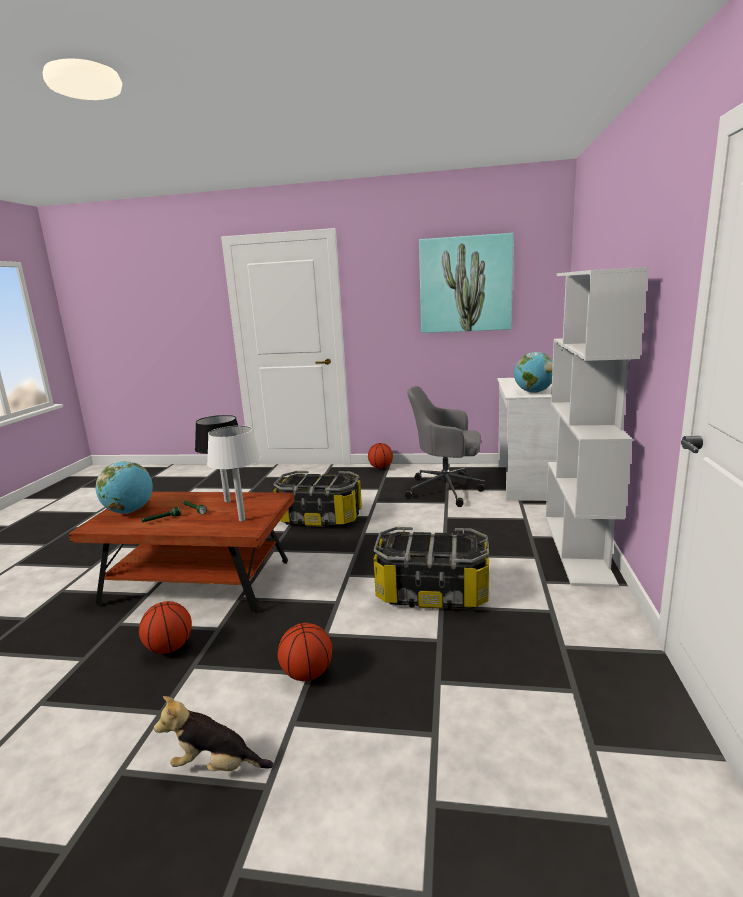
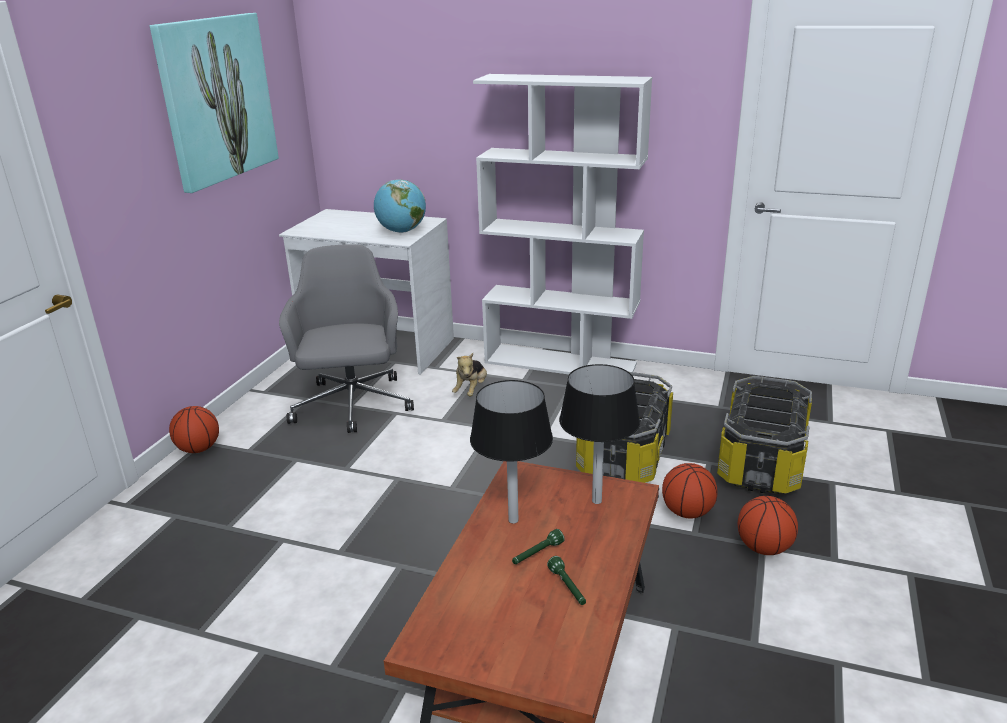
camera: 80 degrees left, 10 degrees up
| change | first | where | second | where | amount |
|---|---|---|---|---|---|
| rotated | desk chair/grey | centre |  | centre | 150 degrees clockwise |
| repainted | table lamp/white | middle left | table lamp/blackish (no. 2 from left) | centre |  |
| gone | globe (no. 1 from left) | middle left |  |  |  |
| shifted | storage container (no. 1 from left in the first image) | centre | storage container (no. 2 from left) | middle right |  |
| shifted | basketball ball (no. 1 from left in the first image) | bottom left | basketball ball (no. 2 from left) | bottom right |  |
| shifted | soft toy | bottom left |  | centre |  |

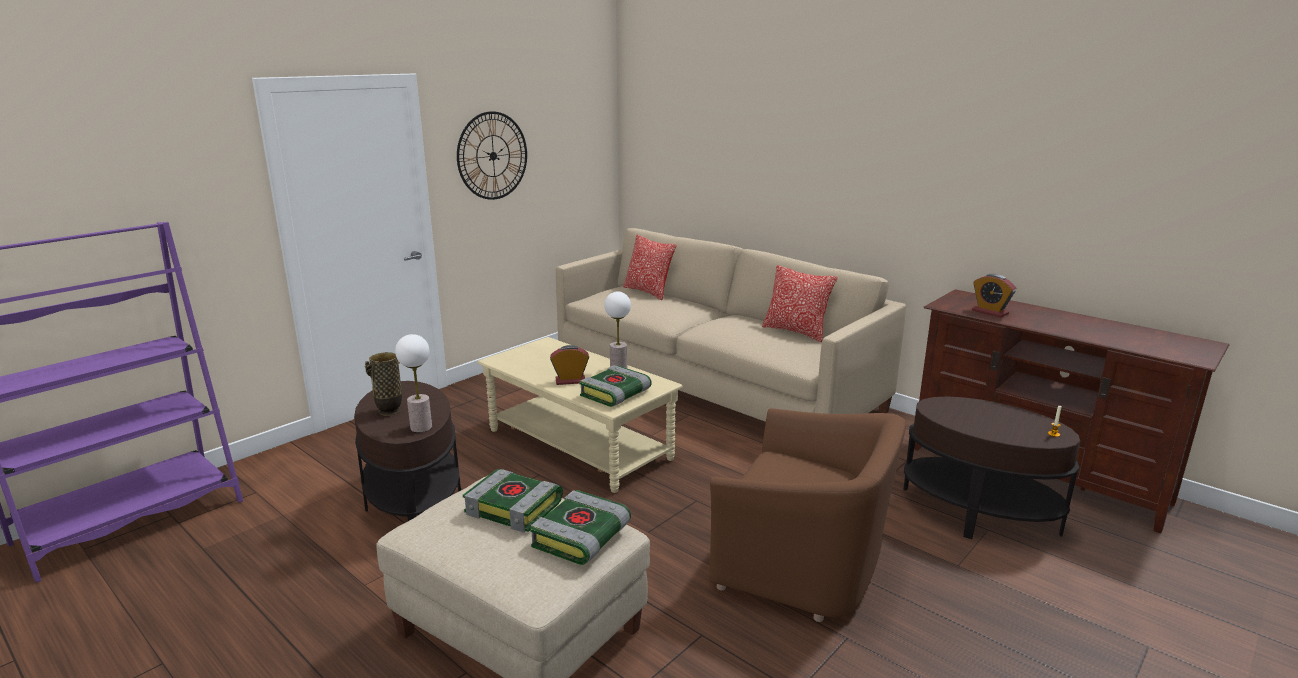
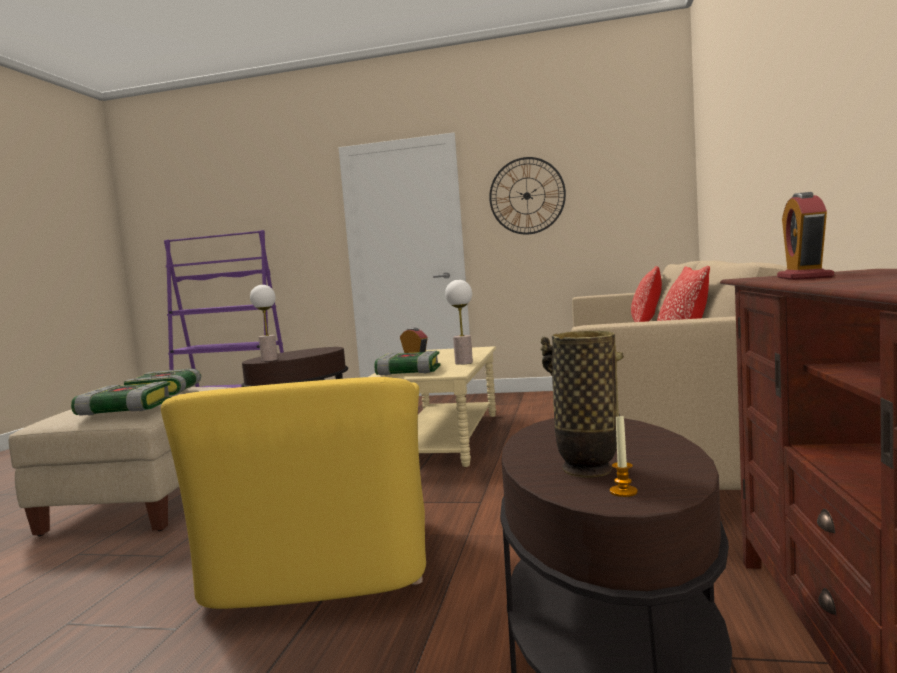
camera: 60 degrees right, 15 degrees down
| change | first | where | second | where | amount |
|---|---|---|---|---|---|
| shifted | vase | middle left |  | centre |  |
| repainted | lounge chair/brownish | bottom centre | lounge chair/yellow-coloured | bottom left |  |

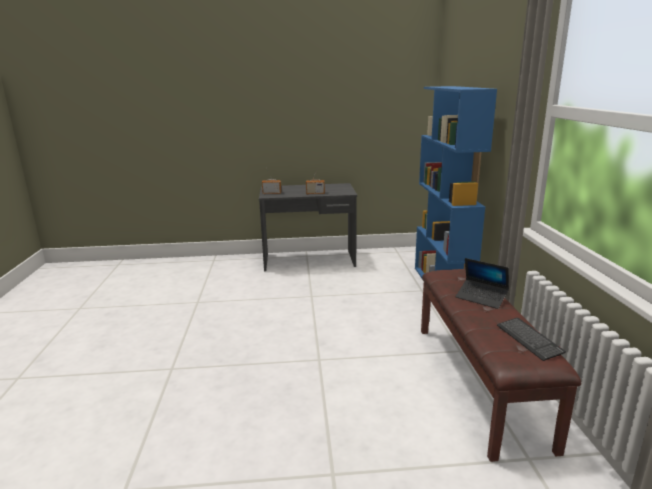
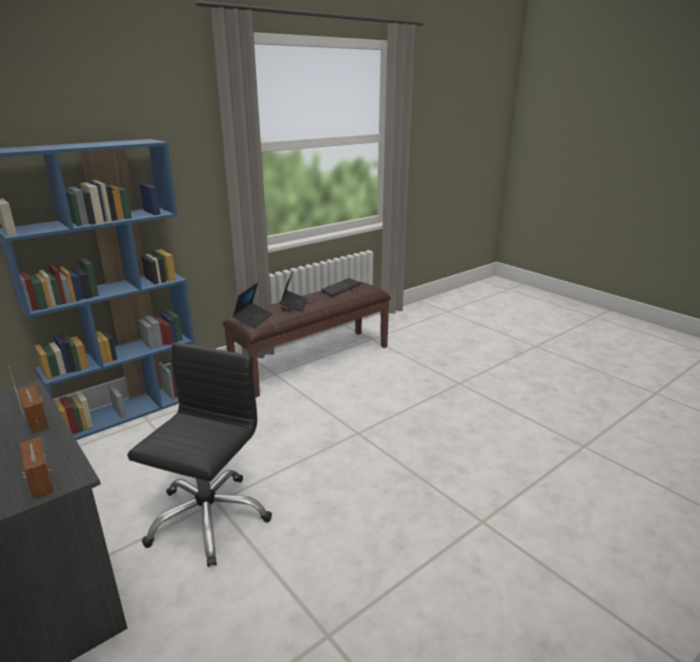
camera: 125 degrees left, 5 degrees up
| change | first | where | second | where | amount |
|---|---|---|---|---|---|
| new |  |  | notebook computer (no. 1 from left) | centre |  |
| new |  |  | desk chair/blackish | bottom left |  |

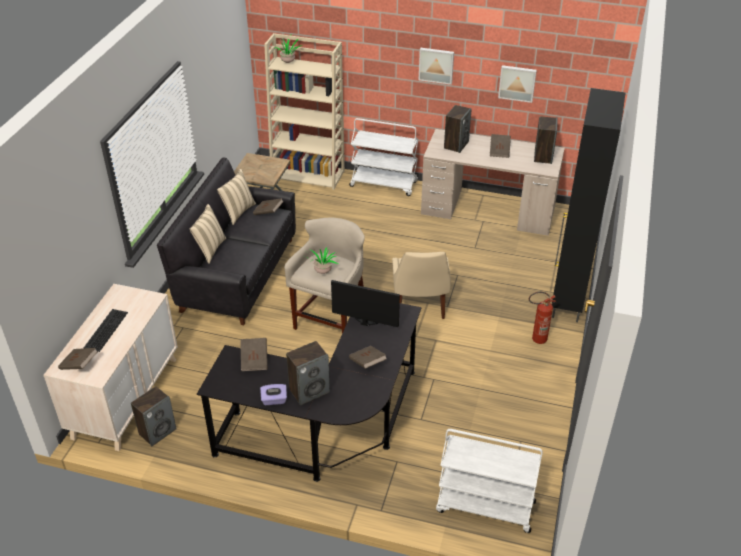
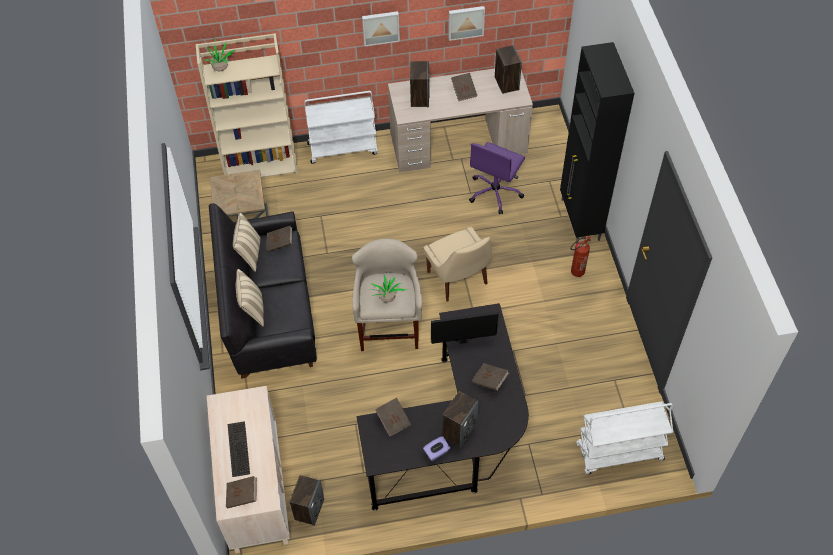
camera: 25 degrees left, 15 degrees up
| change | first | where | second | where | amount |
|---|---|---|---|---|---|
| new |  |  | desk chair/purple-coloured | top centre |  |

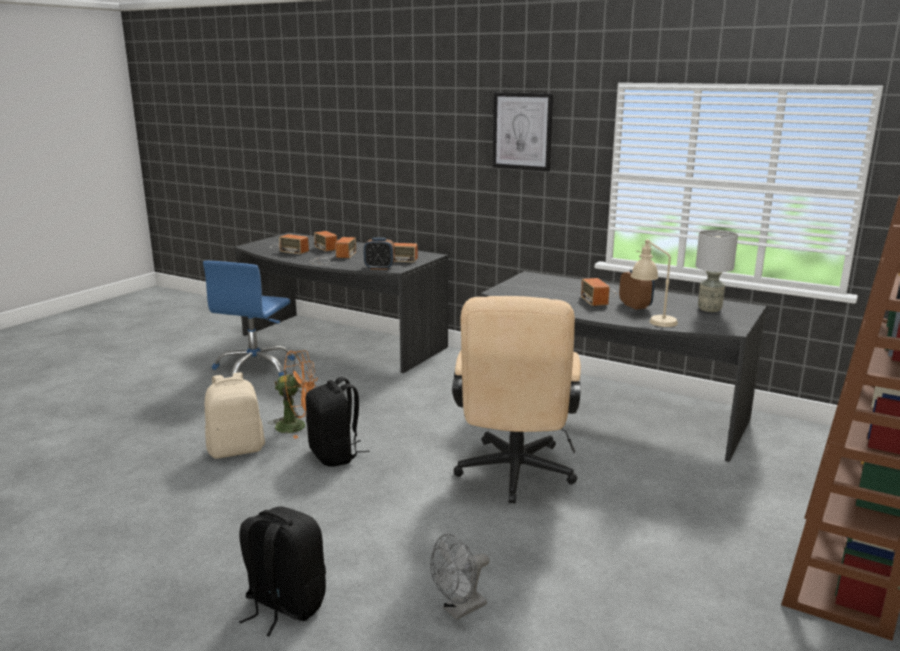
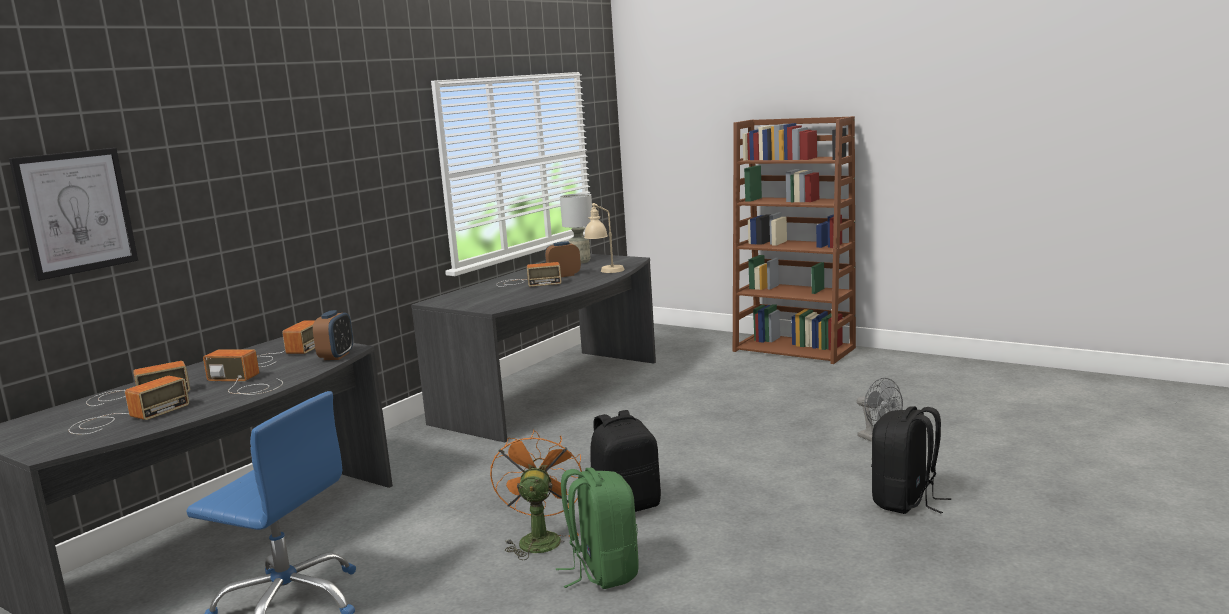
camera: 85 degrees left, 5 degrees down
| change | first | where | second | where | amount |
|---|---|---|---|---|---|
| shifted | picture | top centre |  | middle left |  |
| gone | desk chair/sand-coloured | centre |  |  |  |
| repainted | rucksack/sand-coloured | middle left | rucksack/green-coloured | bottom centre |  |

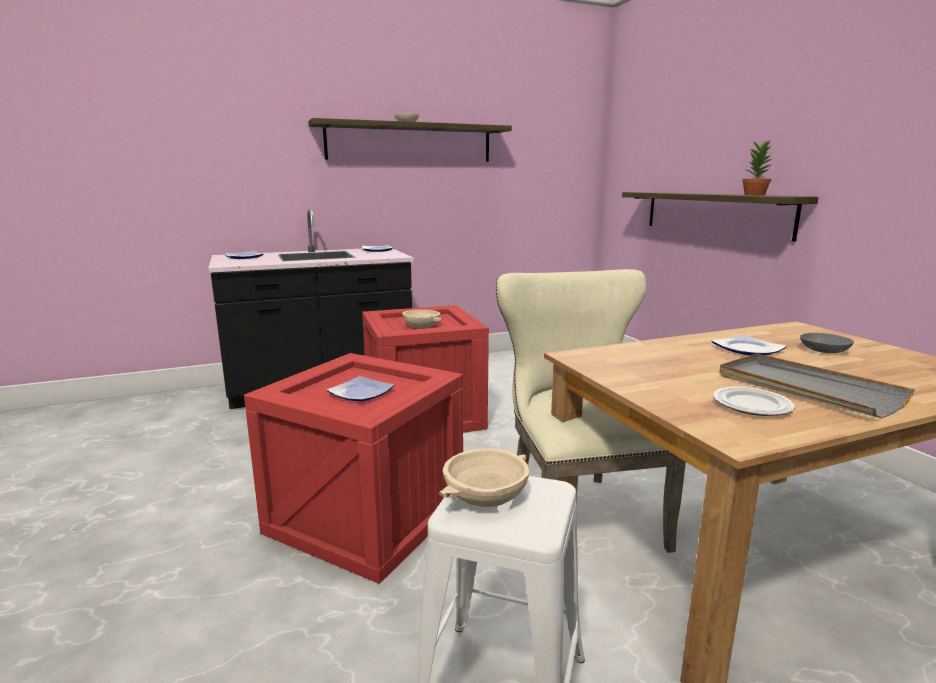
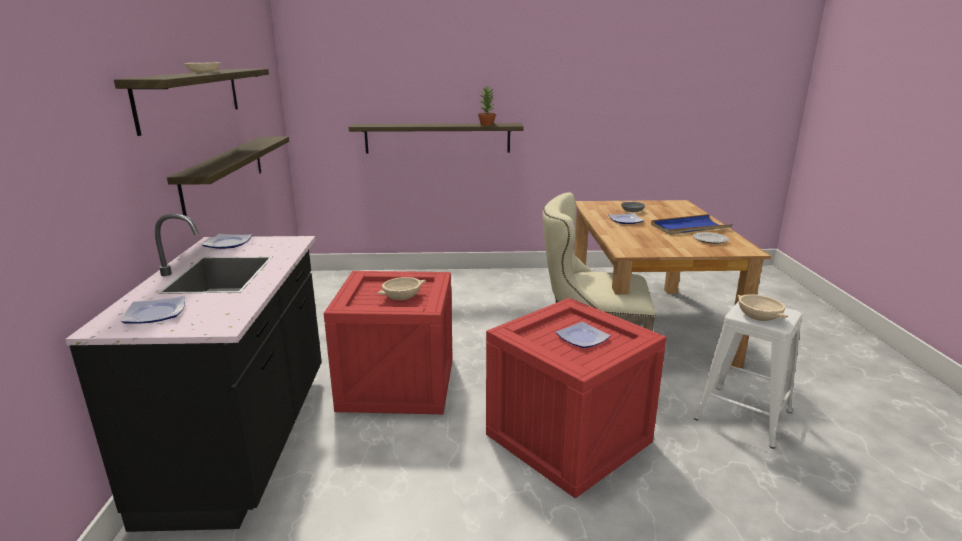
camera: 70 degrees left, 5 degrees up
| change | first | where | second | where | amount |
|---|---|---|---|---|---|
| repainted | carrying tray/grey | middle right | carrying tray/blue-coloured | middle right |  |
| new |  |  | shelf (no. 2 from left) | top left |  |

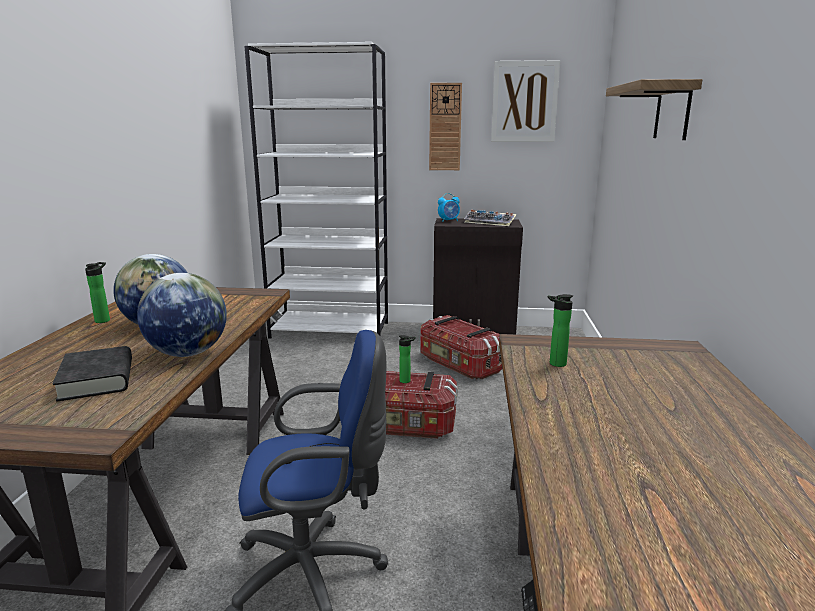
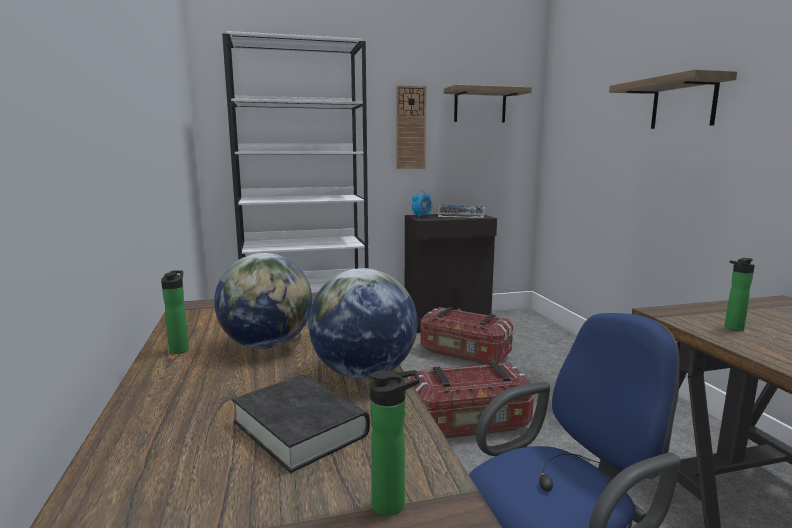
camera: 20 degrees left, 5 degrees down
| change | first | where | second | where | amount |
|---|---|---|---|---|---|
| swapped | picture | top centre | shelf (no. 1 from left) | top centre |  |
| shifted | beverage bottle (no. 2 from left) | centre |  | bottom centre |  |

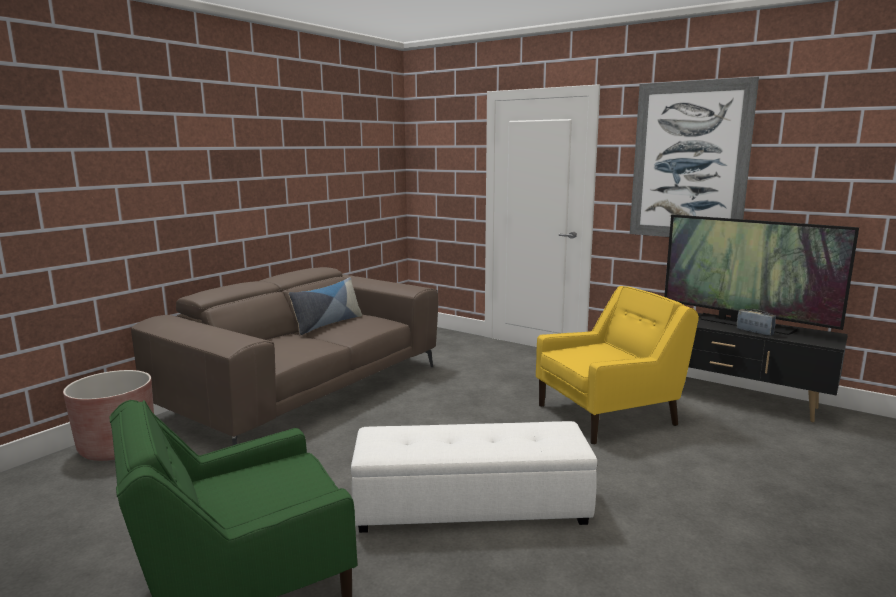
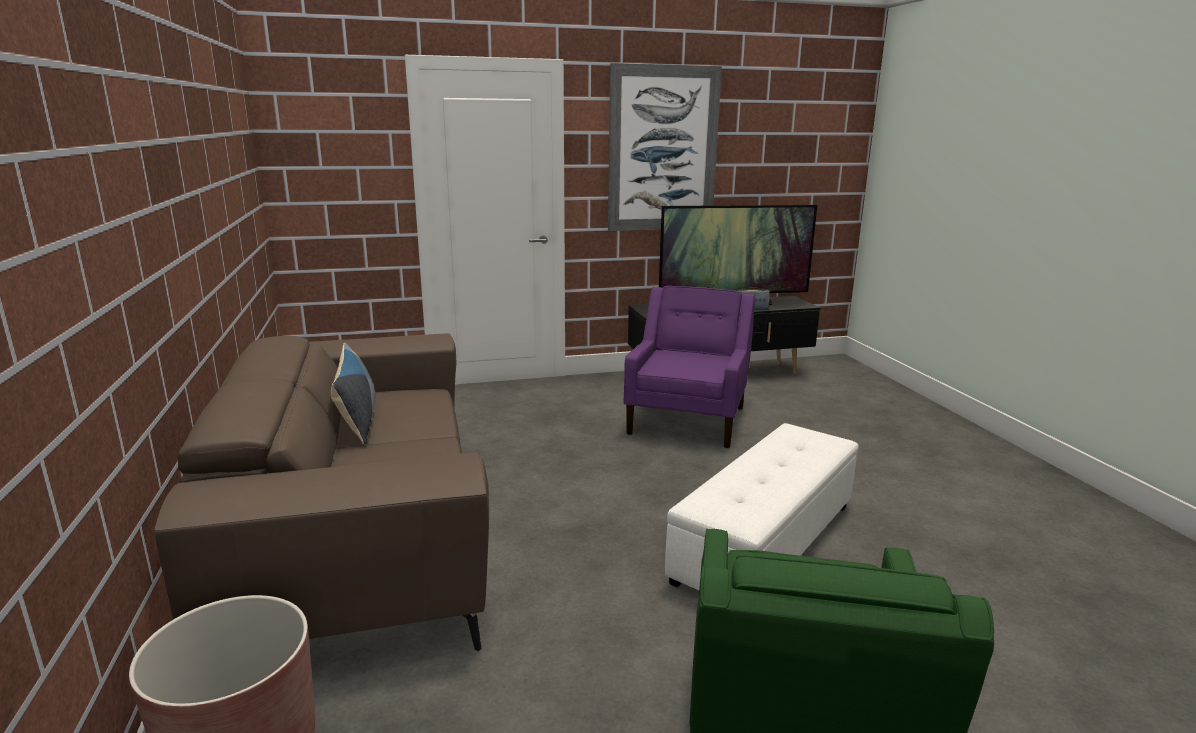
camera: 50 degrees left, 5 degrees up
| change | first | where | second | where | amount |
|---|---|---|---|---|---|
| repainted | lounge chair/yellow-coloured | middle right | lounge chair/purple-coloured | centre |  |

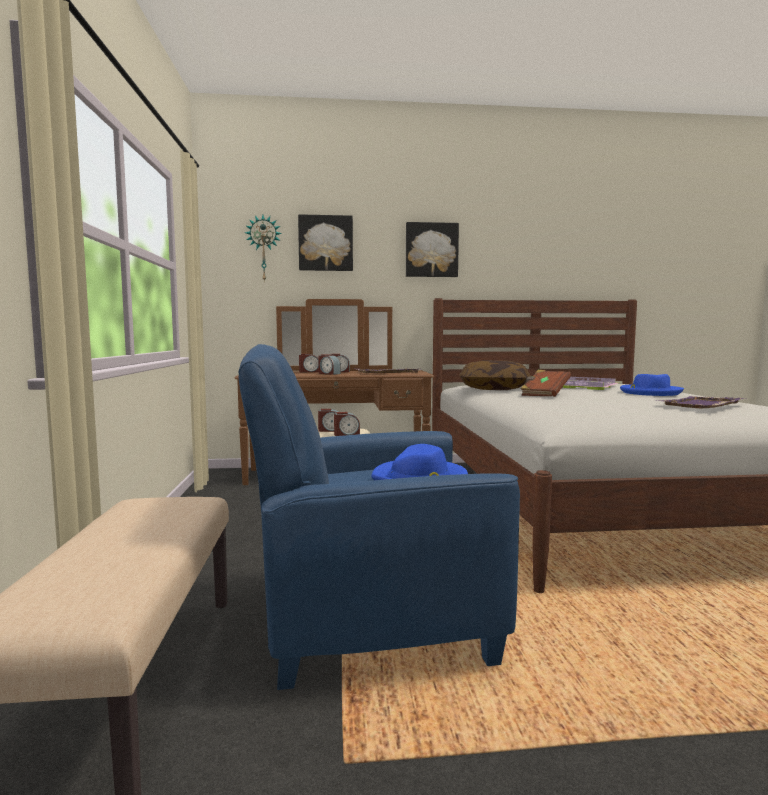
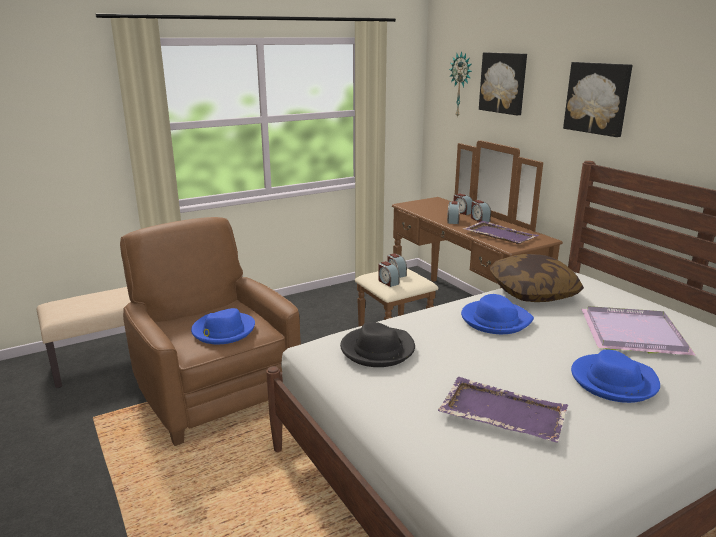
camera: 65 degrees right, 15 degrees up
| change | first | where | second | where | amount |
|---|---|---|---|---|---|
| repainted | lounge chair/blue-coloured | centre | lounge chair/brownish | middle left |  |
| swapped | bound book/brownish | middle right | hat/blue-coloured (no. 2 from left) | middle right |  |
| new |  |  | hat/blackish | centre |  |

